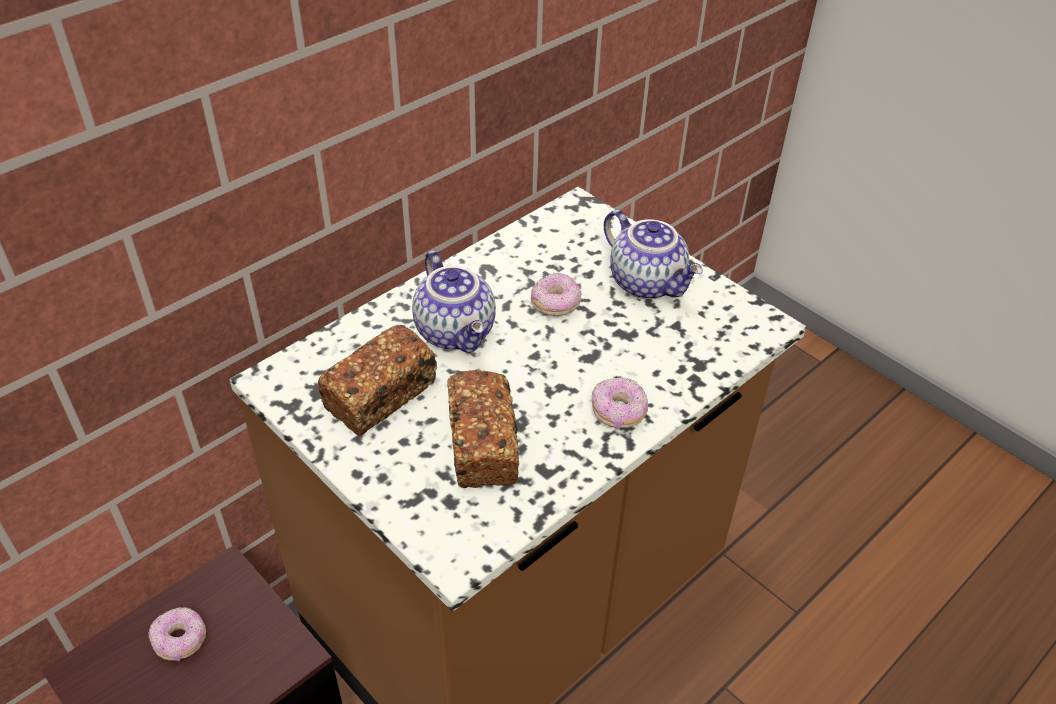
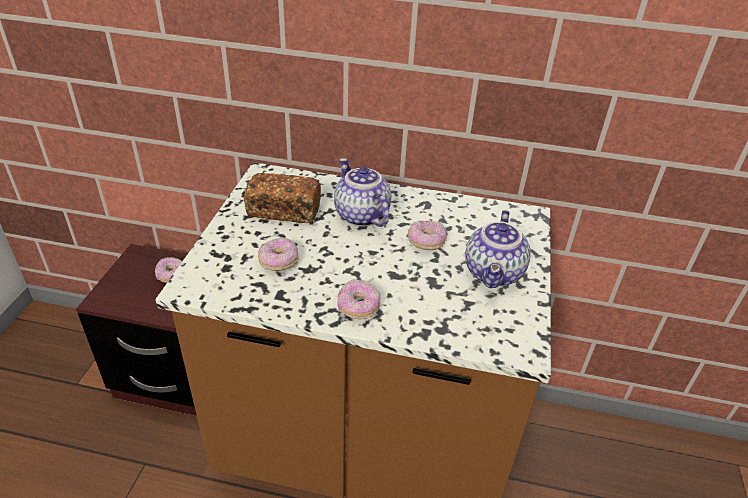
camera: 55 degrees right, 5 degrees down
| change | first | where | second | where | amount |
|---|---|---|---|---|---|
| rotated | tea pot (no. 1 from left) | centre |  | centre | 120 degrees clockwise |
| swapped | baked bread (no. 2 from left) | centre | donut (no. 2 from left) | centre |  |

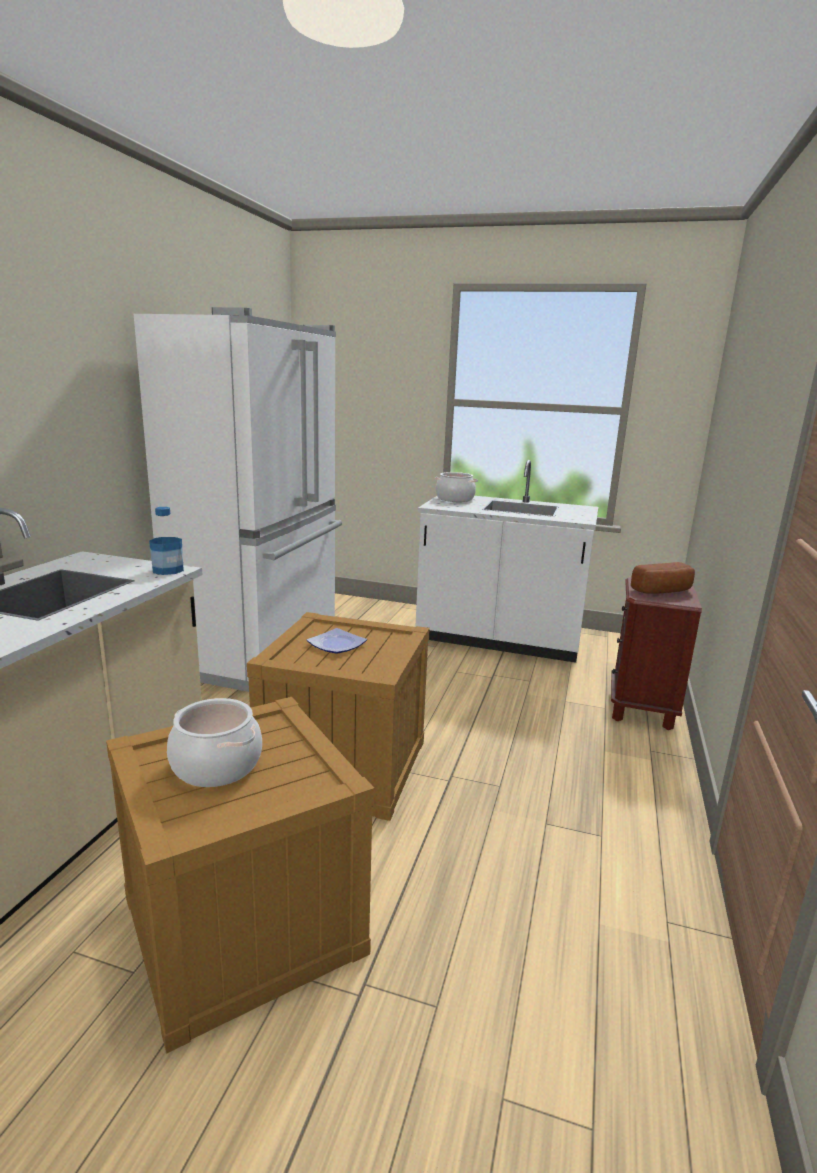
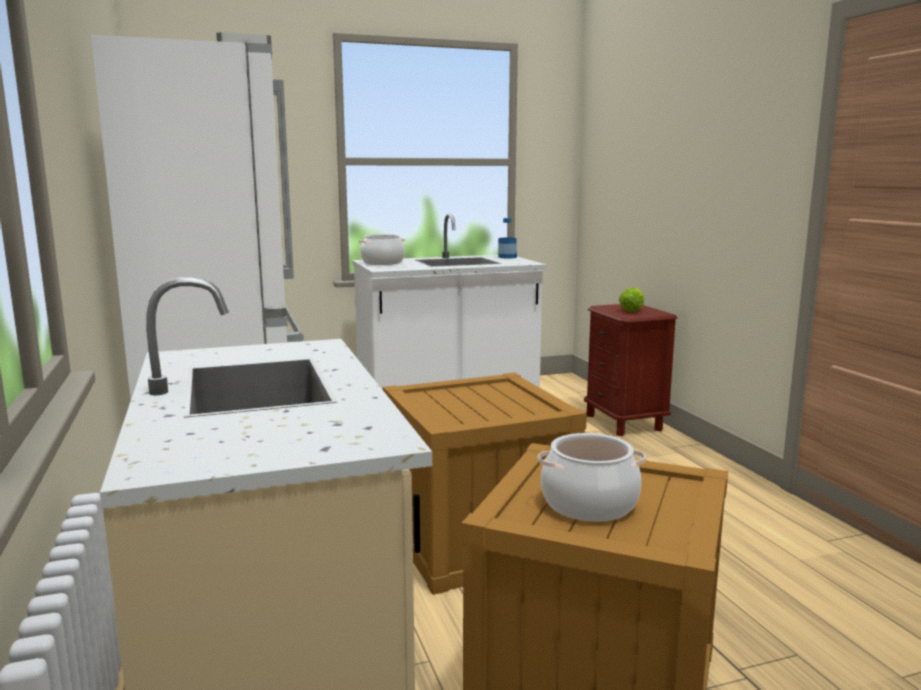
camera: 35 degrees left, 5 degrees down
| change | first | where | second | where | amount |
|---|---|---|---|---|---|
| shifted | beverage bottle | middle left |  | centre |  |
| swapped | baked bread | middle right | head of lettuce | middle right |  |
| gone | dinner plate | centre |  |  |  |

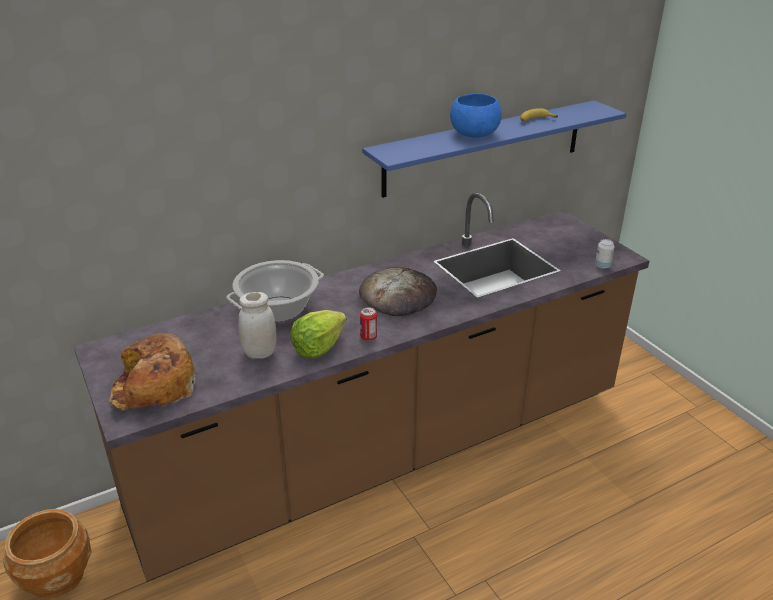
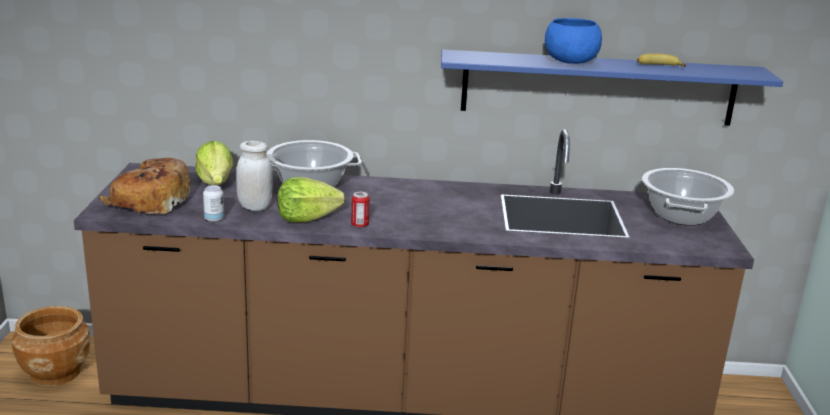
camera: 30 degrees right, 10 degrees down
| change | first | where | second | where | amount |
|---|---|---|---|---|---|
| shifted | can (no. 2 from left in the first image) | middle right | can (no. 1 from left) | middle left |  |
| gone | baked bread (no. 2 from left) | centre |  |  |  |
| new |  |  | head of lettuce (no. 1 from left) | middle left |  |
| new |  |  | cooking pot (no. 2 from left) | middle right |  |

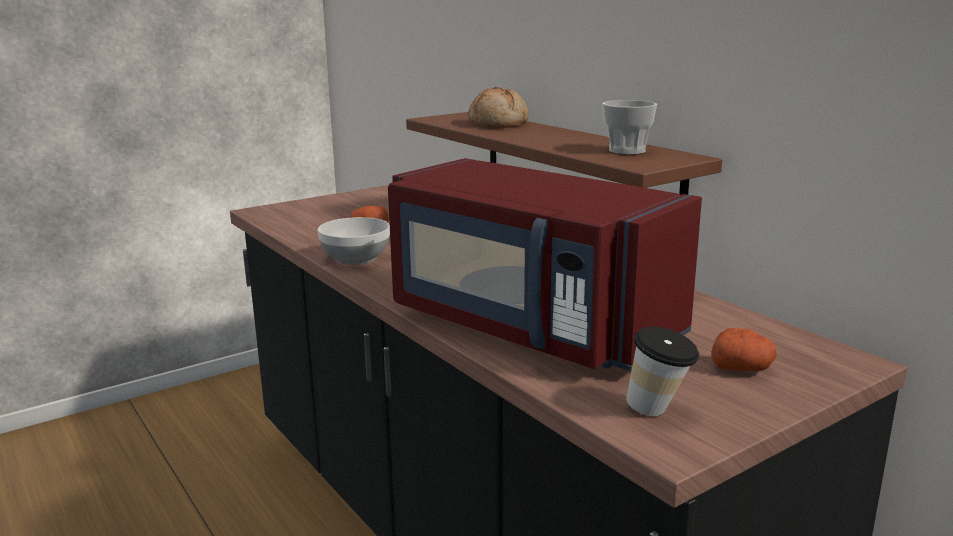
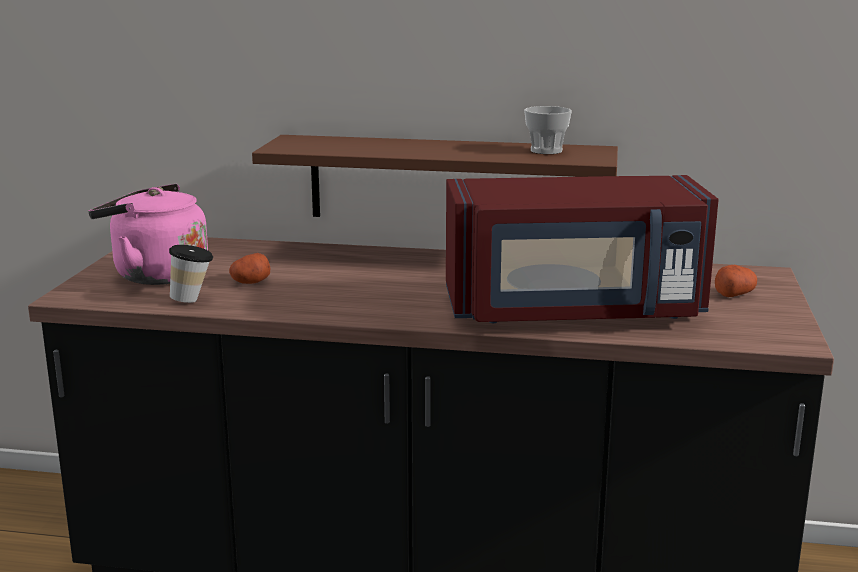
camera: 45 degrees left, 0 degrees up
| change | first | where | second | where | amount |
|---|---|---|---|---|---|
| gone | baked bread | top centre |  |  |  |
| gone | bowl | centre |  |  |  |
| shifted | drinking cup (no. 2 from left in the first image) | bottom right | drinking cup (no. 1 from left) | middle left |  |
| new |  |  | tea kettle/pink | middle left |  |

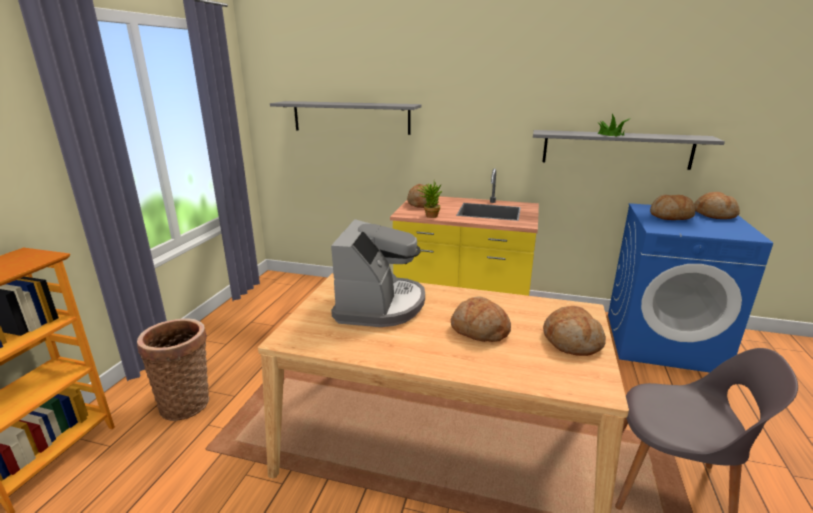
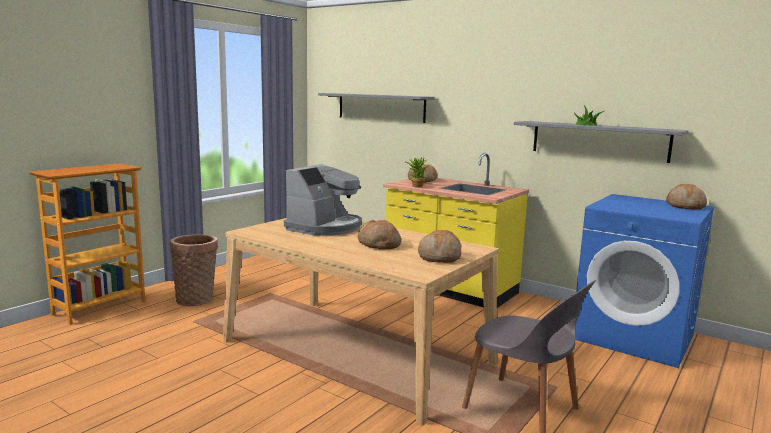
camera: 20 degrees right, 10 degrees down
| change | first | where | second | where | amount |
|---|---|---|---|---|---|
| gone | baked bread (no. 4 from left) | middle right |  |  |  |

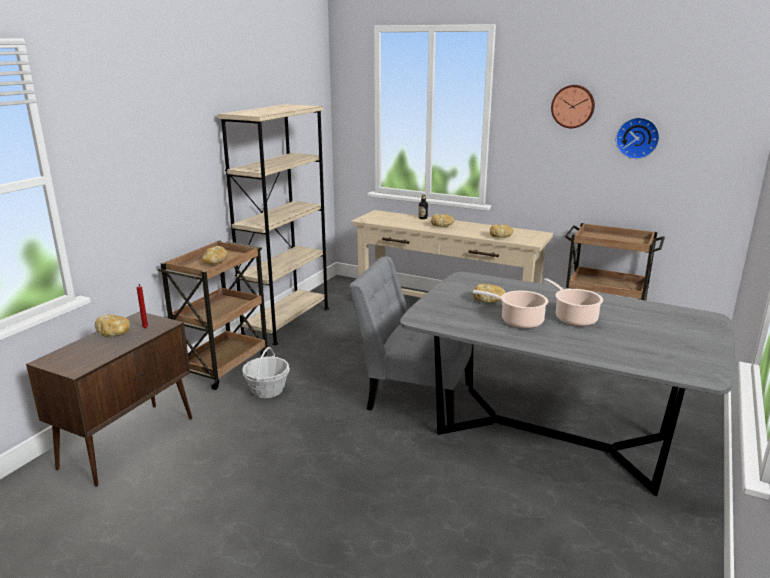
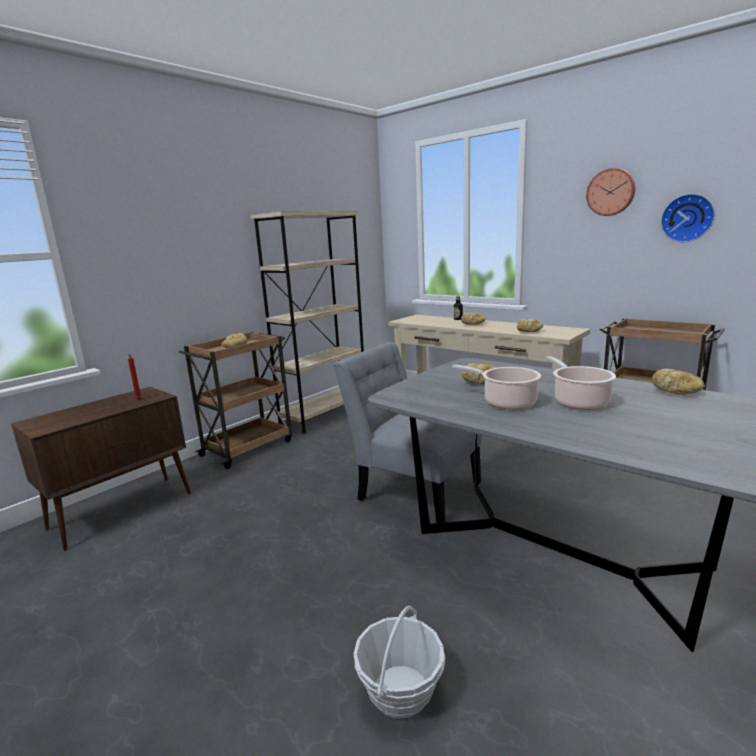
camera: 15 degrees right, 5 degrees down
| change | first | where | second | where | amount |
|---|---|---|---|---|---|
| shifted | baked bread (no. 1 from left in the first image) | middle left | baked bread (no. 5 from left) | middle right |  |
| shifted | storage basket | centre |  | bottom centre |  |

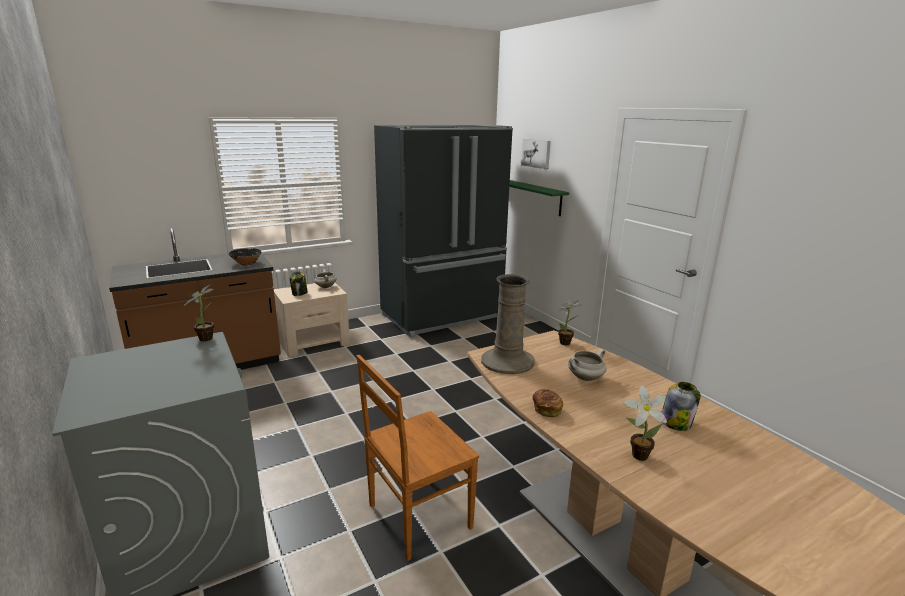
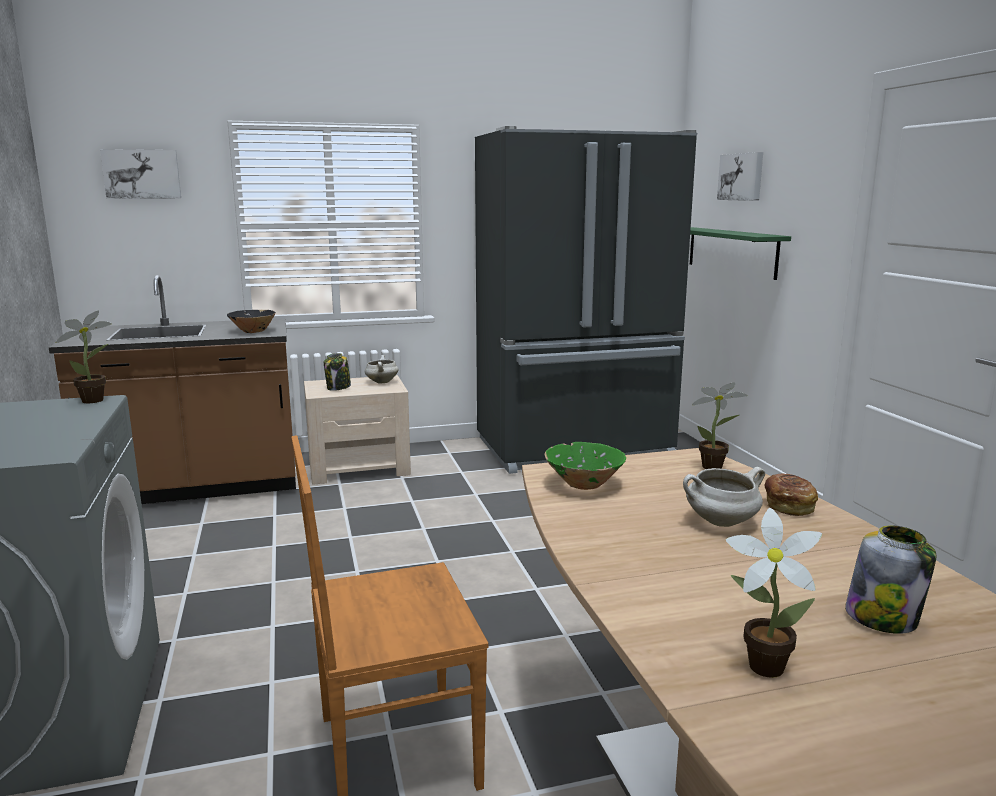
camera: 15 degrees right, 5 degrees down
| change | first | where | second | where | amount |
|---|---|---|---|---|---|
| swapped | vase/sand-coloured | centre | bowl/green-coloured | centre |  |
| shifted | baked bread | bottom centre |  | middle right |  |
| new |  |  | picture (no. 1 from left) | top left |  |

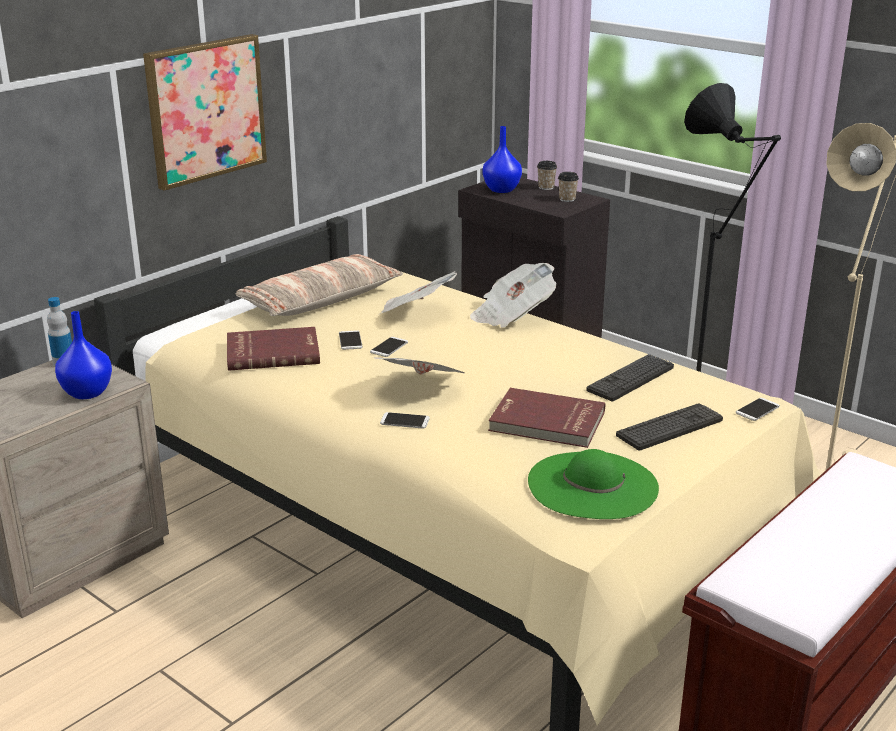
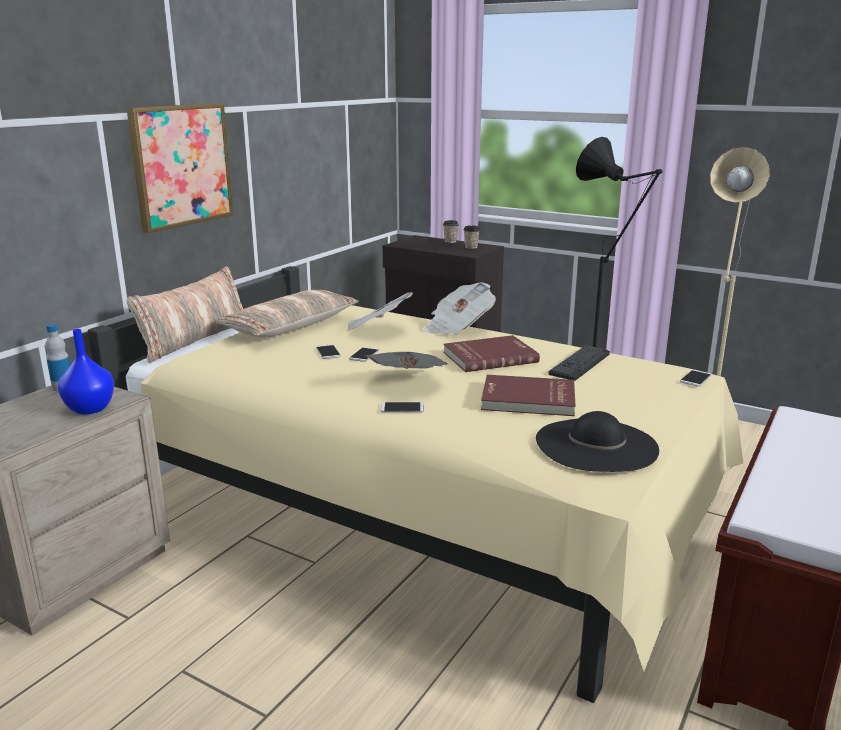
camera: 10 degrees left, 5 degrees down
| change | first | where | second | where | amount |
|---|---|---|---|---|---|
| gone | vase/blue-coloured (no. 2 from left) | top centre |  |  |  |
| shifted | bound book/reddish (no. 1 from left) | middle left |  | centre |  |
| gone | PC keyboard (no. 2 from left) | middle right |  |  |  |
| repainted | hat/green-coloured | centre | hat/blackish | middle right |  |
| new |  |  | cushion (no. 1 from left) | middle left |  |

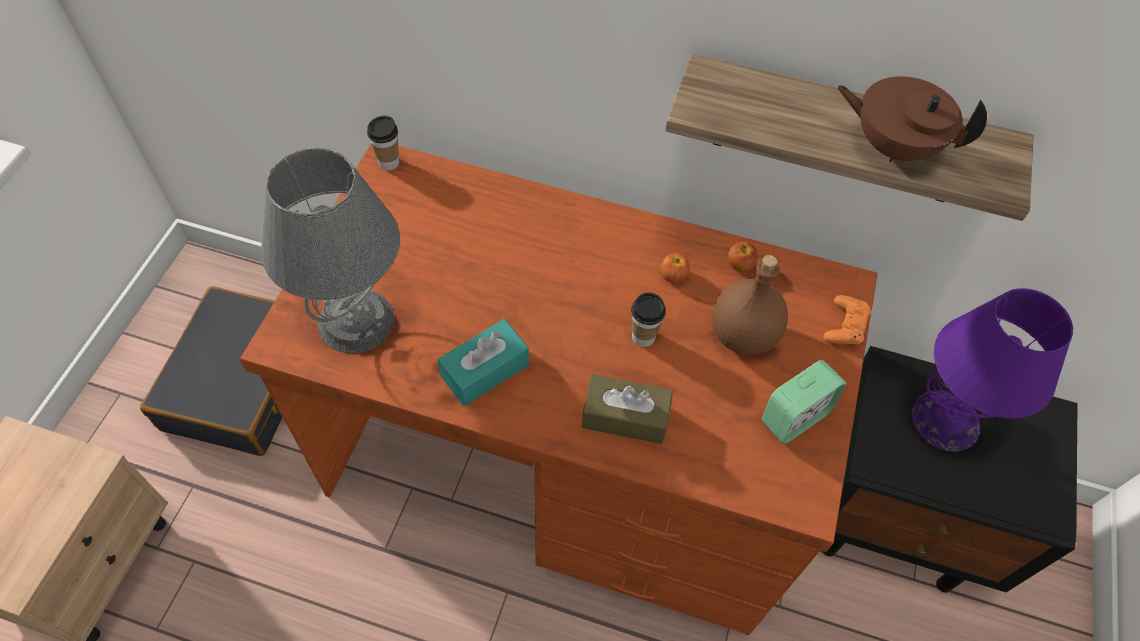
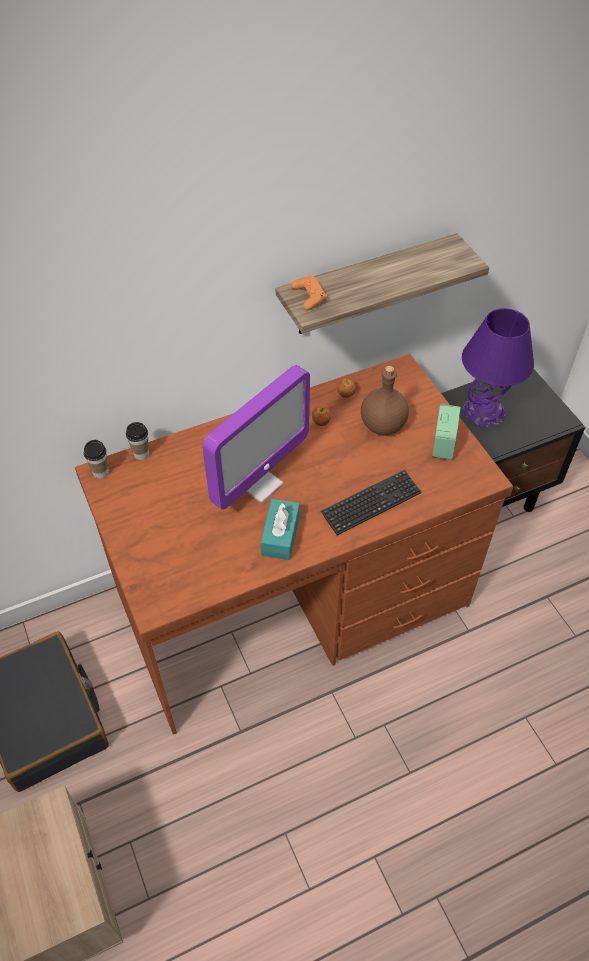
camera: 40 degrees left, 5 degrees down
| change | first | where | second | where | amount |
|---|---|---|---|---|---|
| gone | tea pot/brownish | top right |  |  |  |
| gone | table lamp/grey | middle left |  |  |  |
| shifted | drinking cup (no. 2 from left) | centre |  | middle left |  |
| shifted | joypad/orangey | middle right |  | top centre |  |
| swapped | tissue box/brownish | centre | PC keyboard | centre |  |
| new |  |  | computer display | centre |  |

